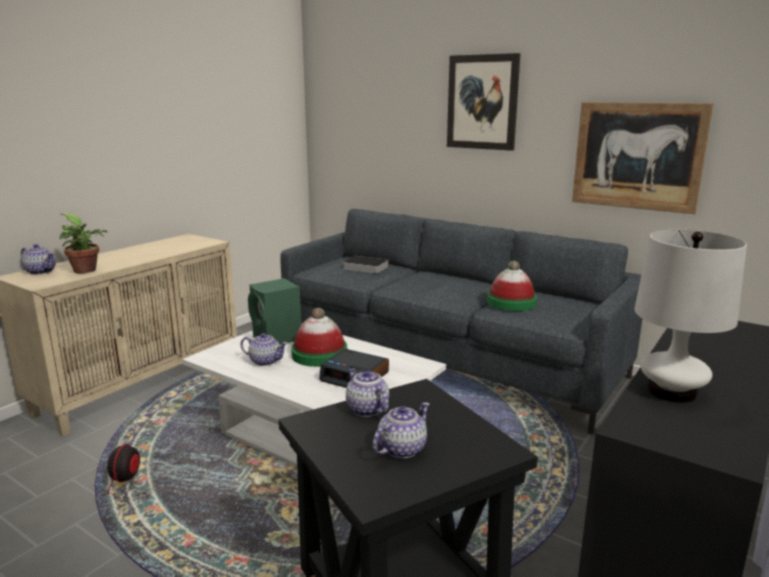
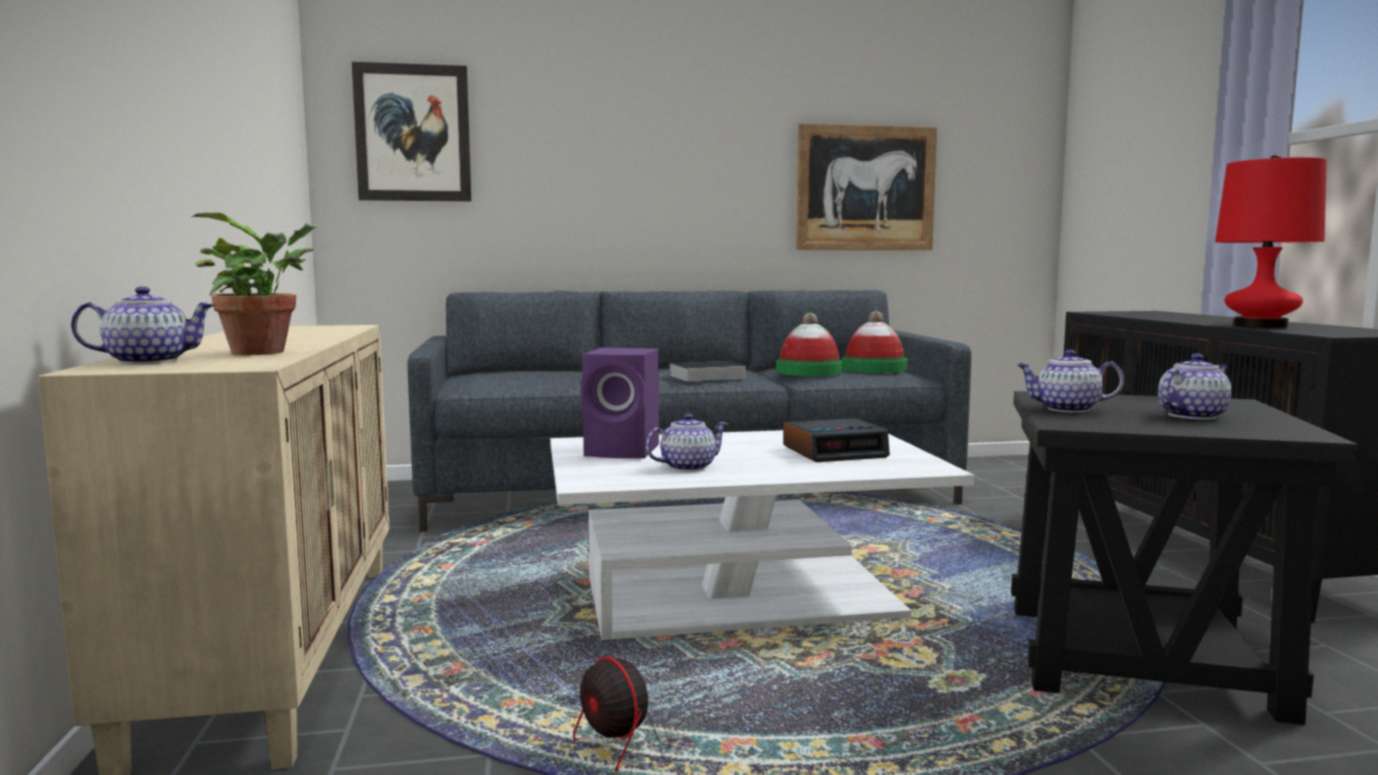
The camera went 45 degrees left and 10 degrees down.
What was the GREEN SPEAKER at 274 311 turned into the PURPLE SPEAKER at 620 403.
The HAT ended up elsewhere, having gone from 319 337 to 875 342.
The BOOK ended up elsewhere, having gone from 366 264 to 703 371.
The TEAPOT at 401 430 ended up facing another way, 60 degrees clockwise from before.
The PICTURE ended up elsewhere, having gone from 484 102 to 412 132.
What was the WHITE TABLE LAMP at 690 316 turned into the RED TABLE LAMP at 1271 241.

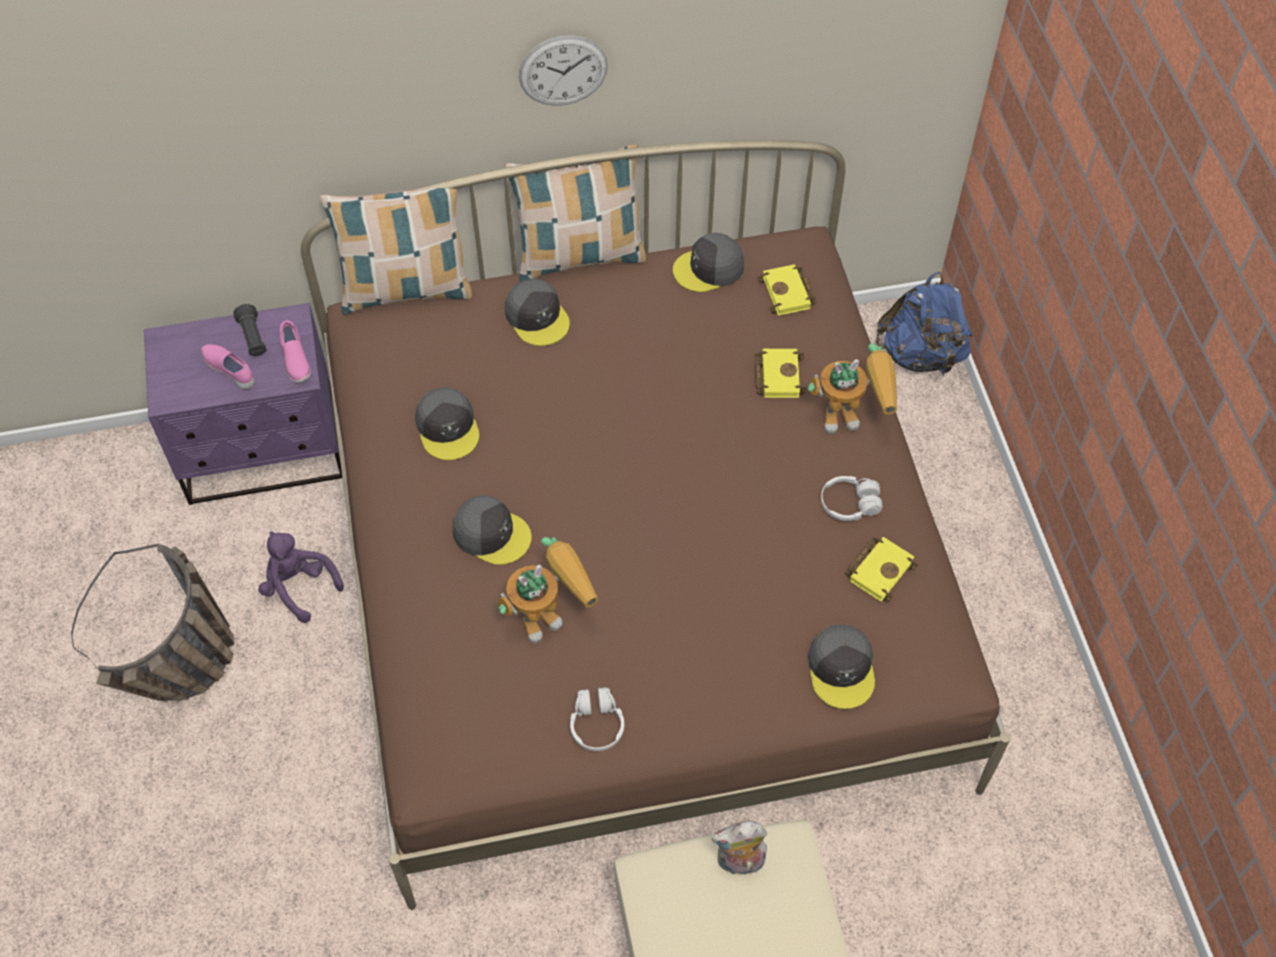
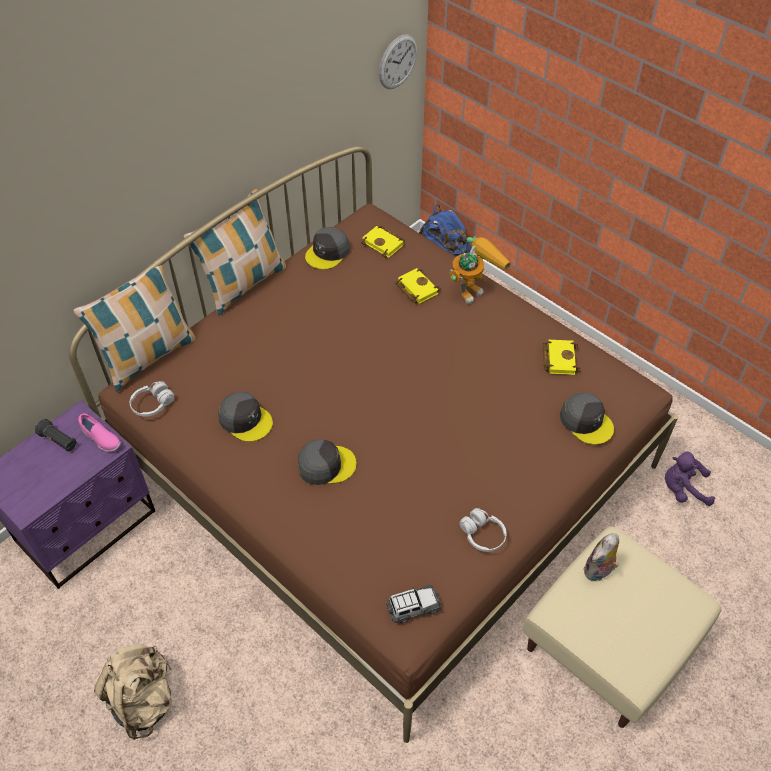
The camera went 35 degrees left and 5 degrees down.
Where the BASKET stood at 152 623, the BEIGE BACKPACK came to stand at 133 692.
The second view lost the PINK SHOE at 228 366.
The PURPLE PLUSH TOY ended up elsewhere, having gone from 301 577 to 690 479.
The second view lost the TOY ROBOT at 549 590.
The second view lost the GREY CAP at 537 312.
The WALL CLOCK ended up elsewhere, having gone from 563 70 to 398 61.
The WHITE HEADPHONES ended up elsewhere, having gone from 852 498 to 152 399.
The second view gained the TOY CAR at 413 604.

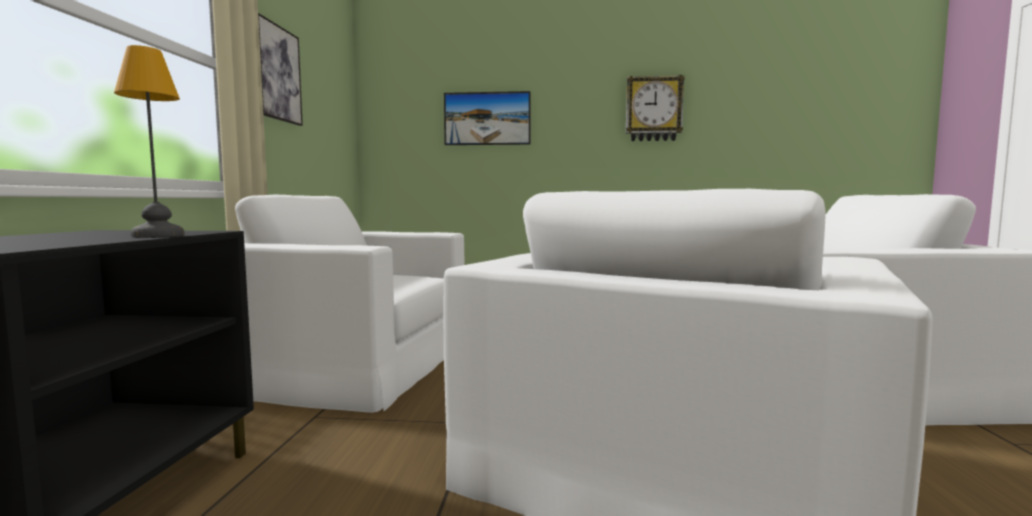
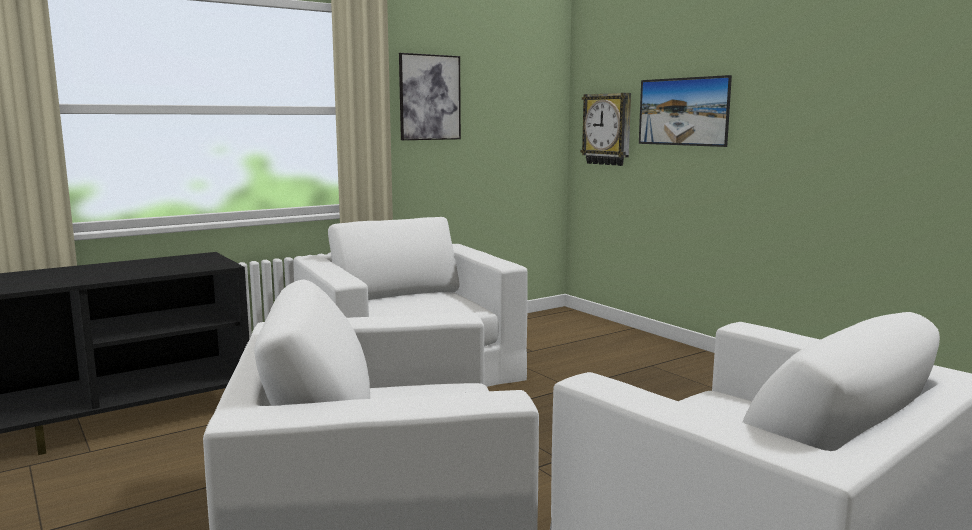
The camera went 50 degrees right and 5 degrees up.
The second view lost the TABLE LAMP at 149 141.
The WALL CLOCK ended up elsewhere, having gone from 655 108 to 605 129.

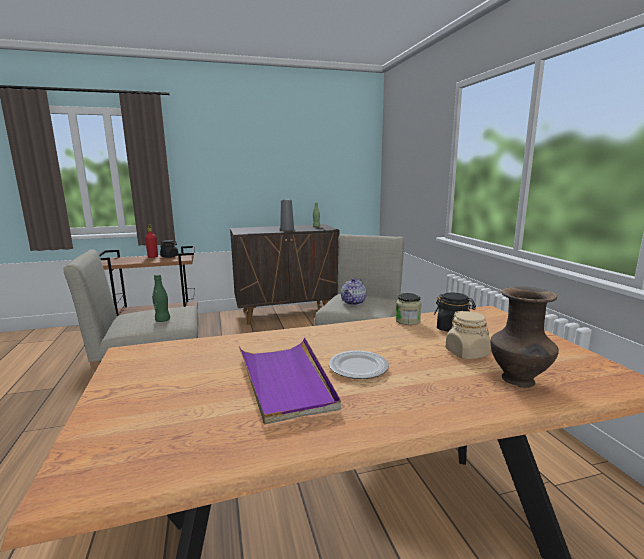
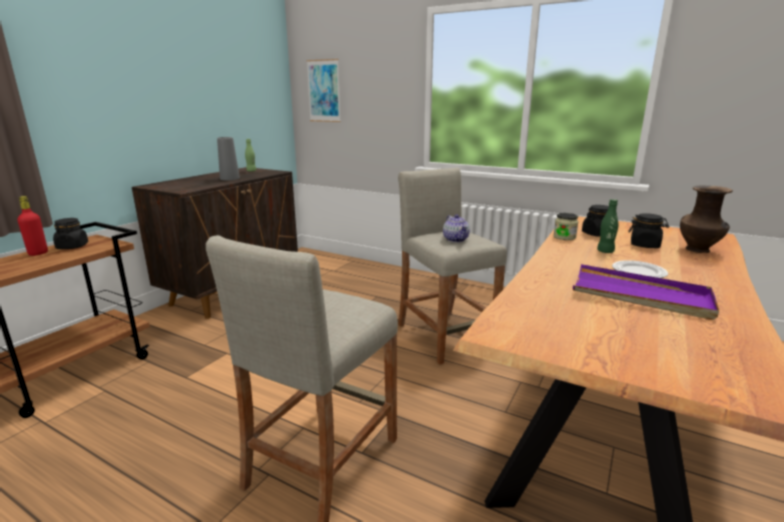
The camera went 45 degrees left and 5 degrees up.
The GREEN BOTTLE ended up elsewhere, having gone from 161 298 to 607 226.
What was the BEIGE JAR at 468 335 turned into the BLACK JAR at 648 230.
The second view gained the PICTURE at 323 90.

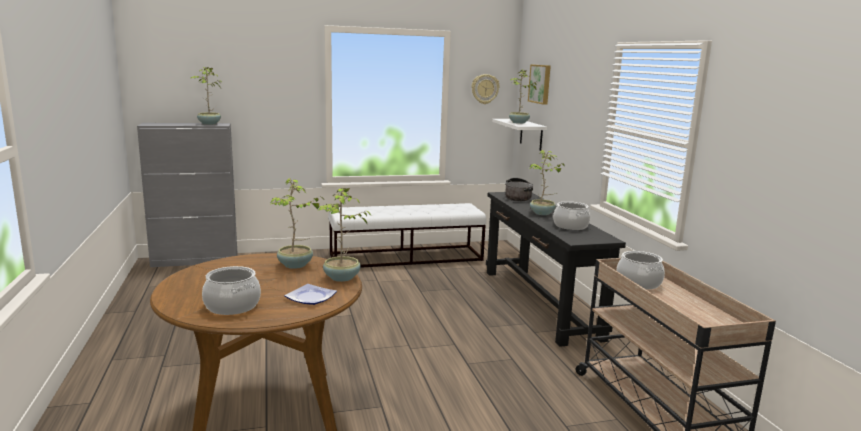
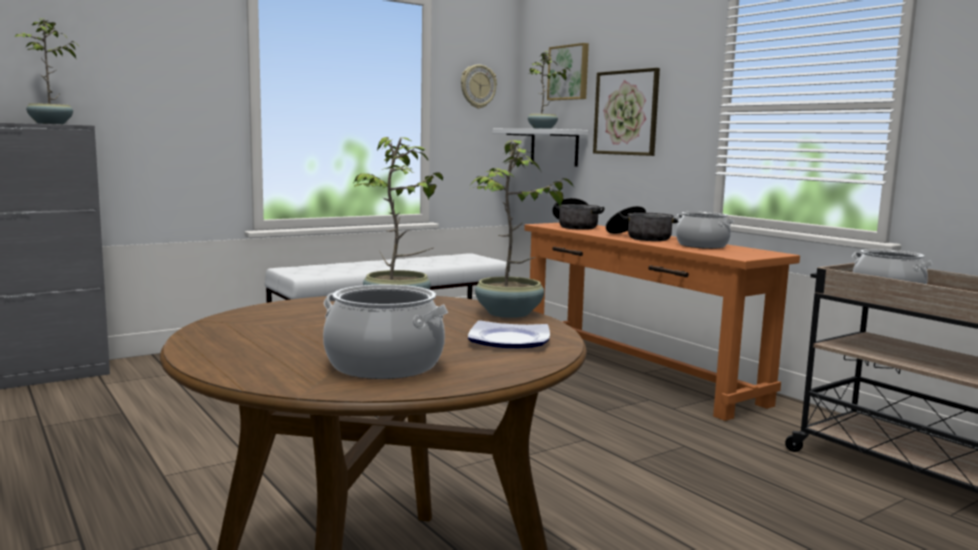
The camera went 20 degrees left and 5 degrees down.
What was the BLACK CONSOLE TABLE at 556 269 turned into the ORANGE CONSOLE TABLE at 662 322.
Where the POTTED PLANT stood at 547 182, the COOKING POT came to stand at 644 223.
The second view gained the PICTURE at 626 112.

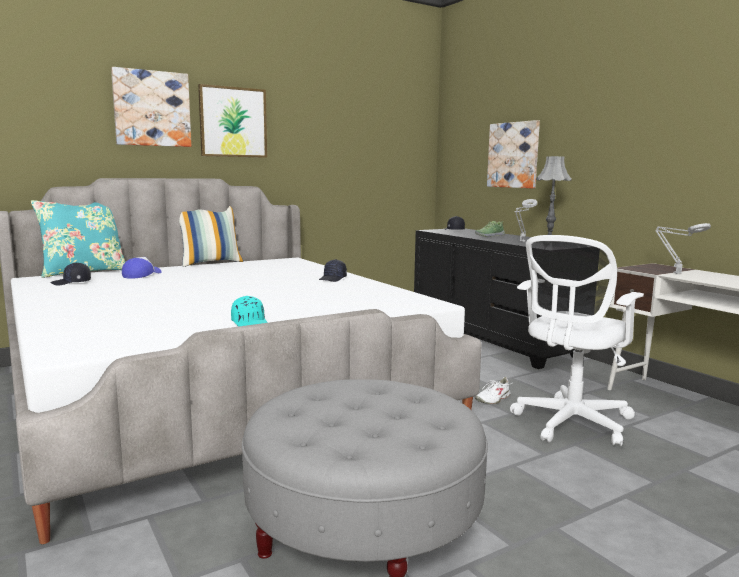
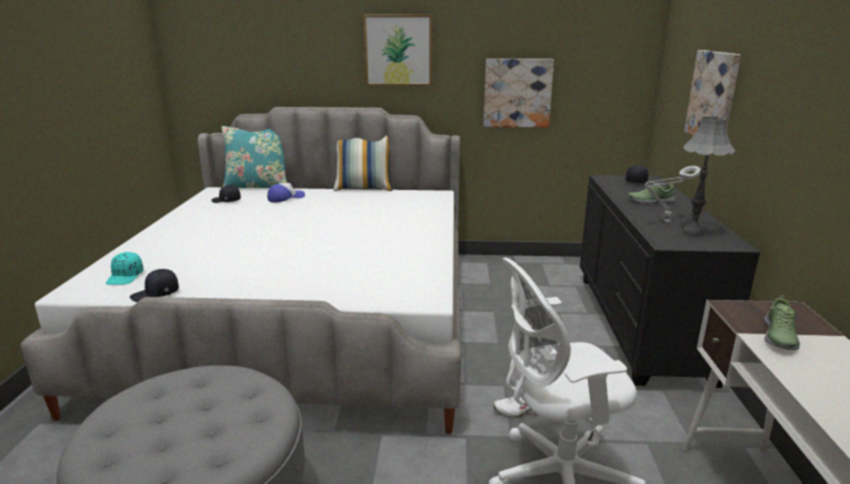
The camera went 35 degrees right and 10 degrees up.
The PICTURE ended up elsewhere, having gone from 151 107 to 518 93.
The TURQUOISE CAP ended up elsewhere, having gone from 249 311 to 124 268.
The BLACK CAP ended up elsewhere, having gone from 333 270 to 154 285.
Where the GREY TABLE LAMP stood at 683 248, the SHOE came to stand at 782 322.

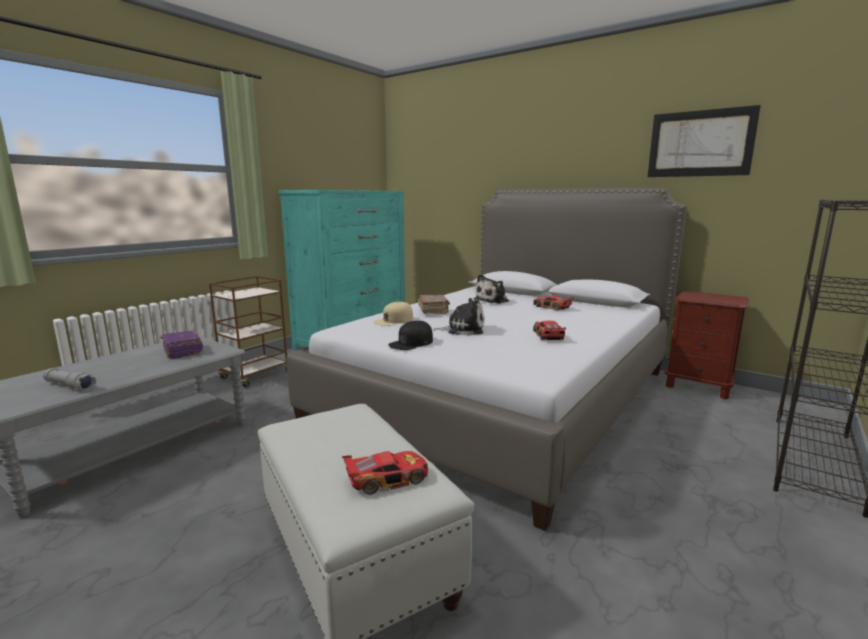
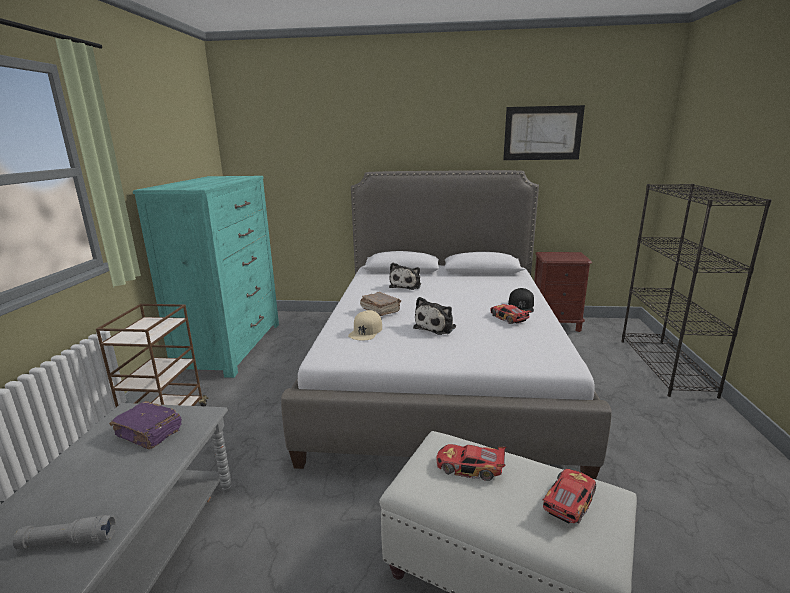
The camera went 30 degrees left and 5 degrees up.
The BLACK CAP ended up elsewhere, having gone from 410 335 to 521 300.
The PLUSH TOY at 459 317 ended up facing another way, 150 degrees clockwise from before.
The TOY CAR ended up elsewhere, having gone from 553 303 to 471 462.

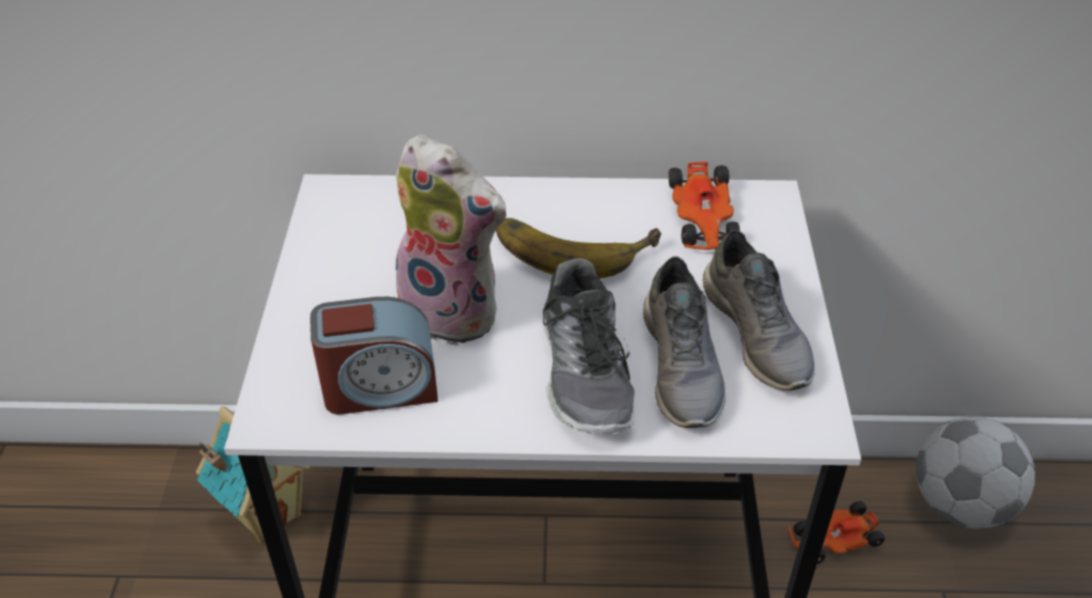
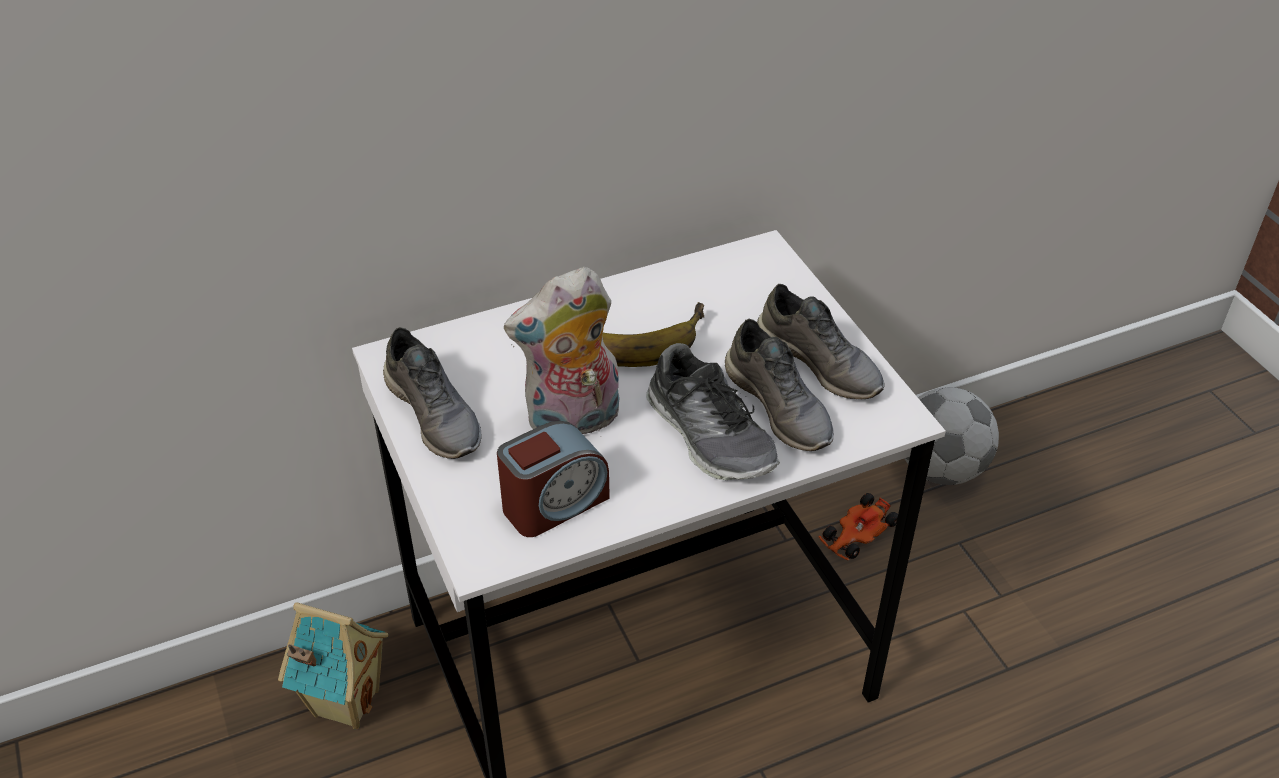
The camera went 25 degrees left and 0 degrees up.
The PLUSH TOY at 451 240 ended up facing another way, 150 degrees clockwise from before.
The second view lost the TOY CAR at 704 206.
The second view gained the GREY SHOE at 432 393.

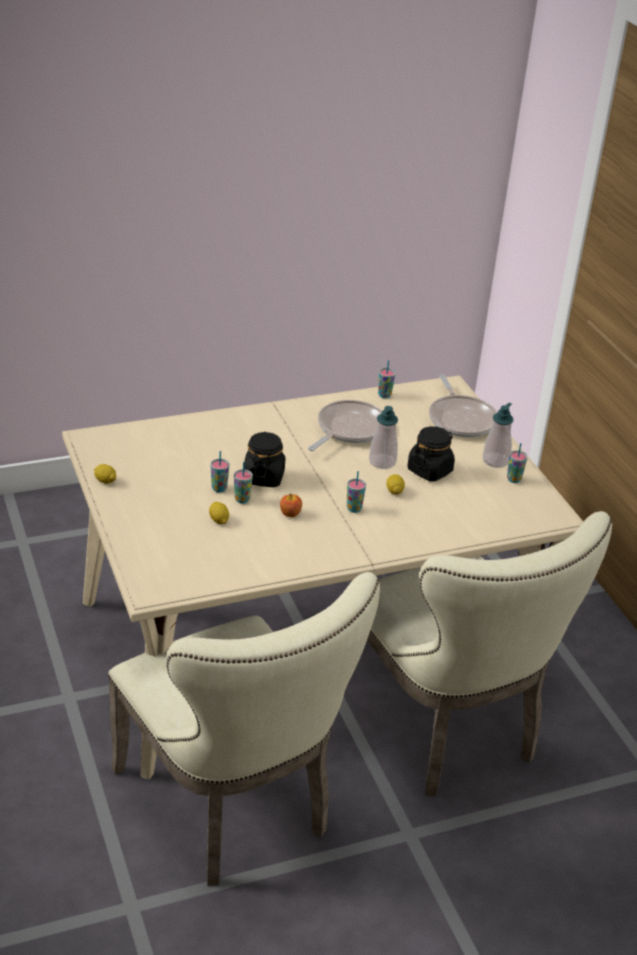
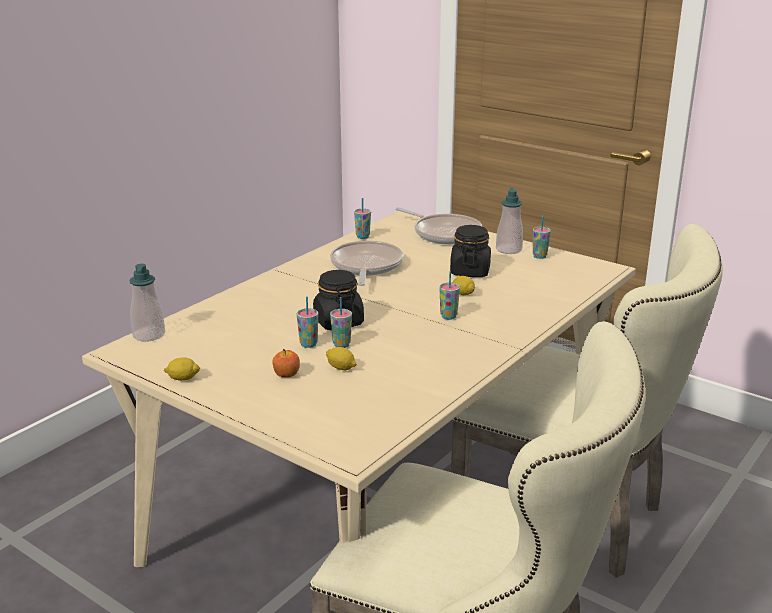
The camera went 30 degrees left and 10 degrees down.
The APPLE ended up elsewhere, having gone from 291 505 to 286 363.
The SOAP DISPENSER ended up elsewhere, having gone from 383 437 to 147 303.

